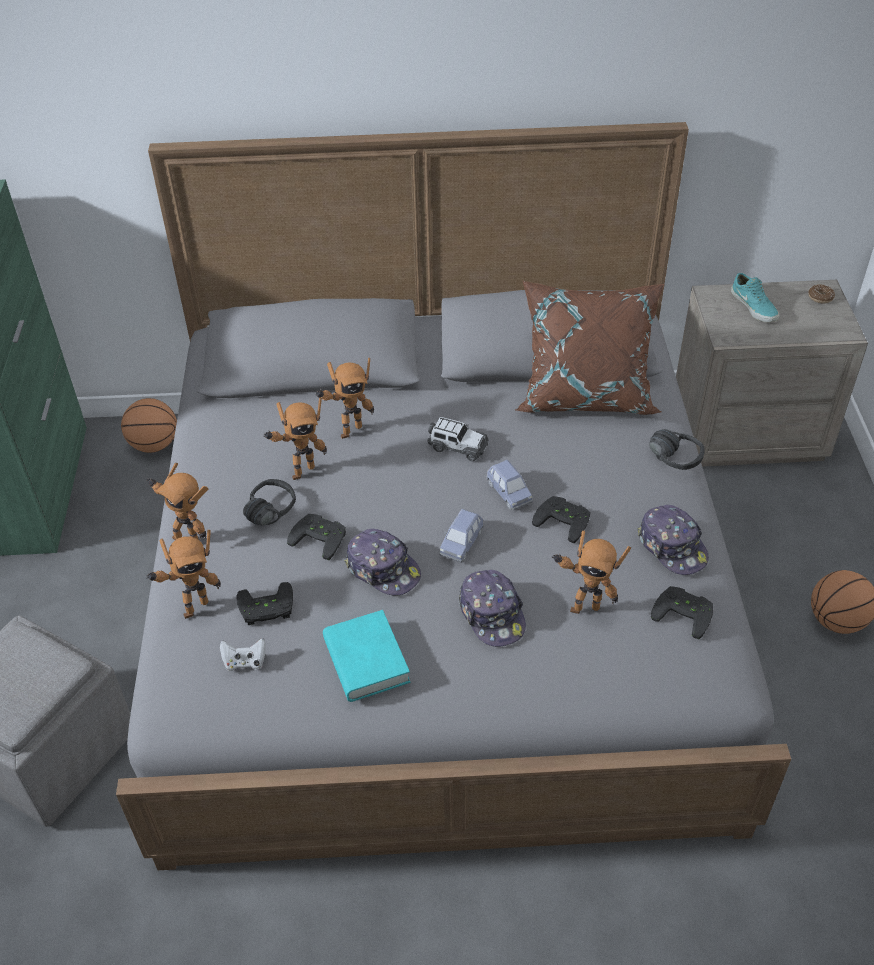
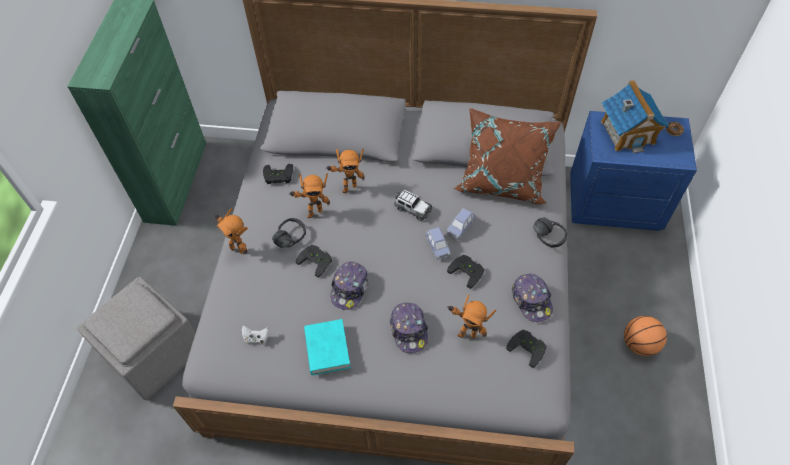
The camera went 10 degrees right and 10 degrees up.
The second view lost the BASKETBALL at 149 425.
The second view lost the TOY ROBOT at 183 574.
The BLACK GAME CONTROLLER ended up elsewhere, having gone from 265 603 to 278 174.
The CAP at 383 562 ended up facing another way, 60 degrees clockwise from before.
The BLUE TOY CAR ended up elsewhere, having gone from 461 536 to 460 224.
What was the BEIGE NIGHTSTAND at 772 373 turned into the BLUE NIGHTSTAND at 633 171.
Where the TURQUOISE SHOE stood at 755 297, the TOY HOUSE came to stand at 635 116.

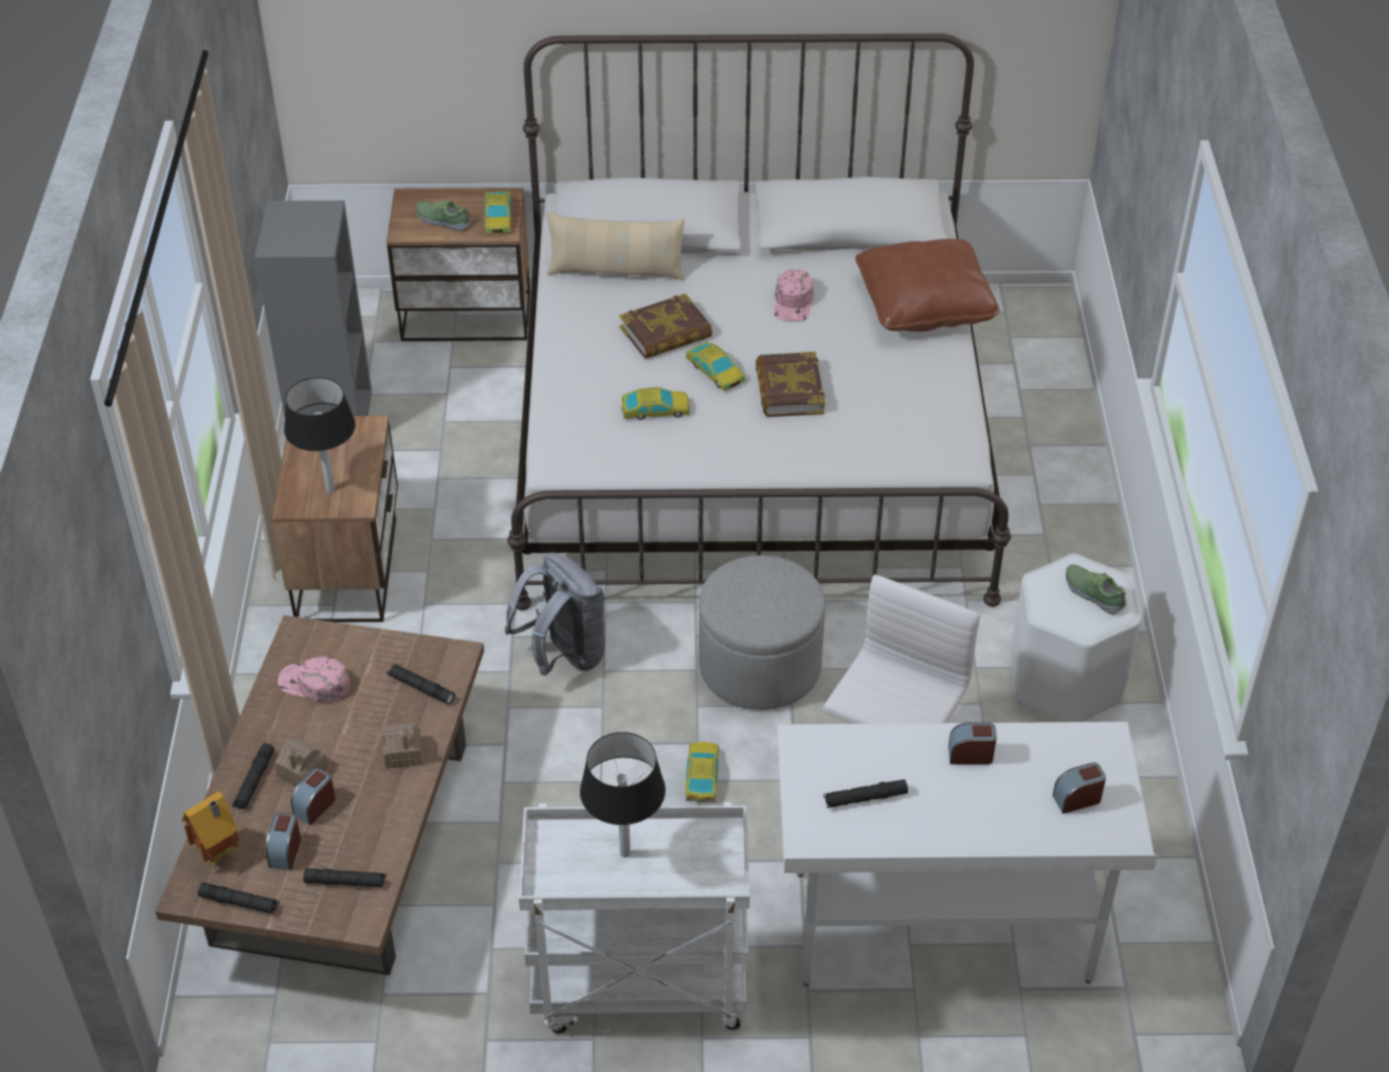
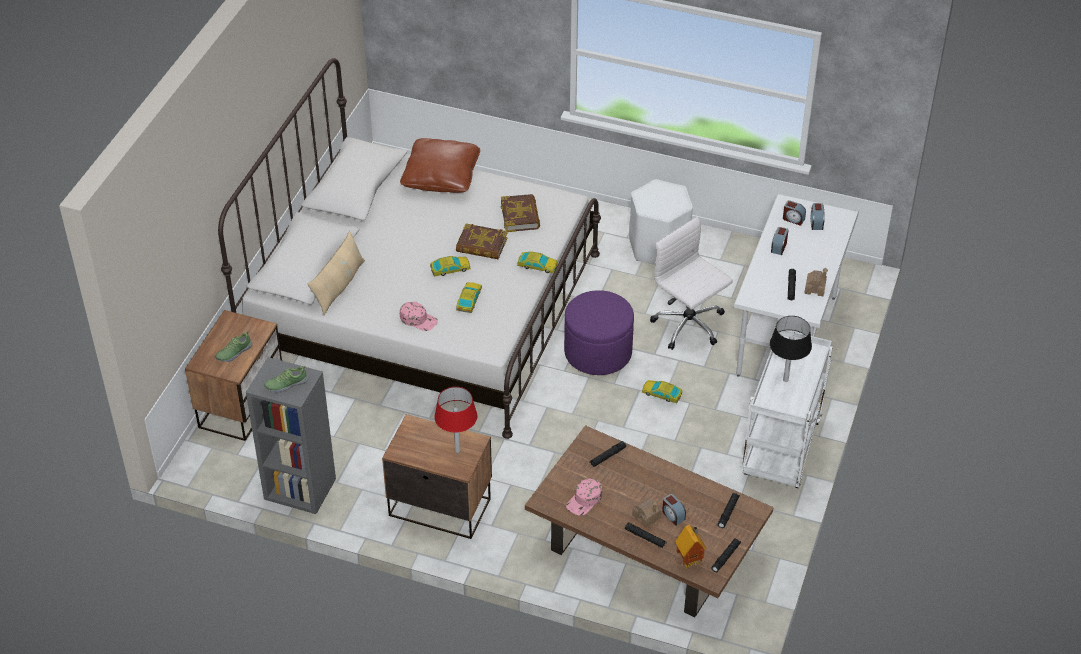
The camera went 70 degrees left and 0 degrees up.
The ALARM CLOCK ended up elsewhere, having gone from 283 841 to 794 213.
What was the BLACK TABLE LAMP at 320 435 turned into the RED TABLE LAMP at 455 420.
The TOY HOUSE ended up elsewhere, having gone from 402 746 to 816 282.
The TOY CAR ended up elsewhere, having gone from 498 212 to 537 262.
The second view lost the GREY BACKPACK at 555 614.
The BOOK ended up elsewhere, having gone from 665 326 to 520 213.
What was the GREY OTTOMAN at 762 632 turned into the PURPLE OTTOMAN at 599 332.
The PINK CAP ended up elsewhere, having gone from 794 295 to 419 316.
The SHOE ended up elsewhere, having gone from 1096 589 to 286 379.

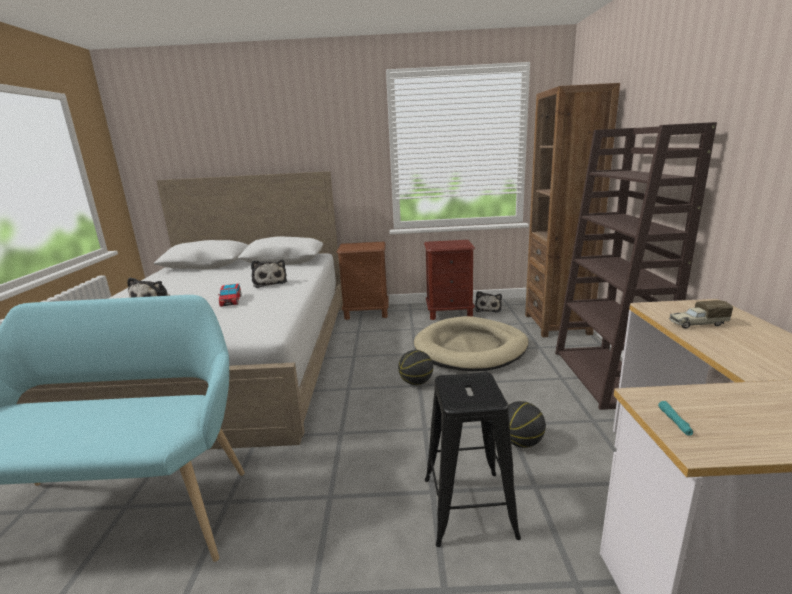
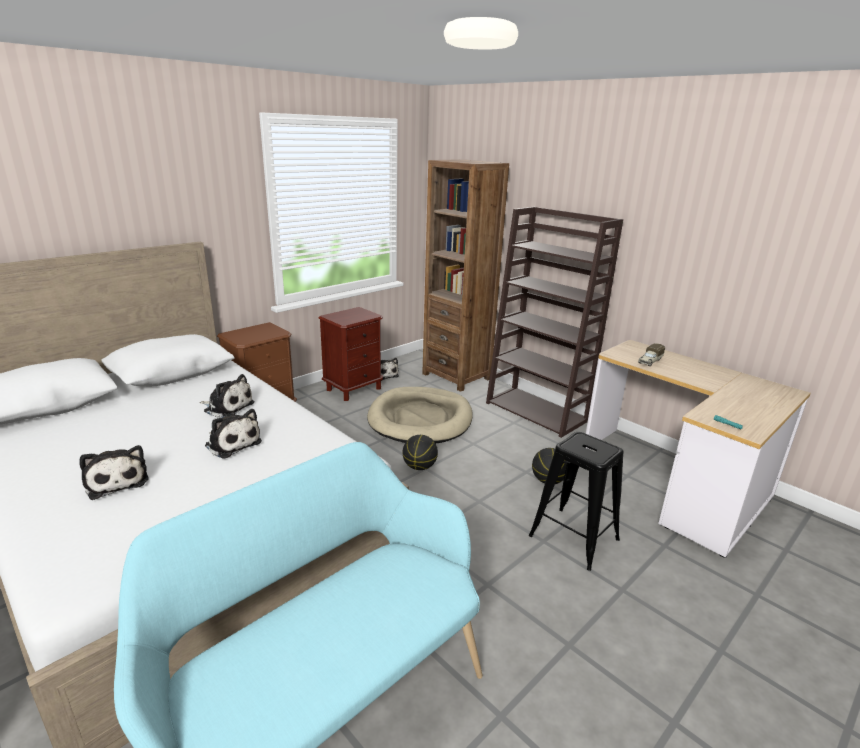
The camera went 45 degrees left and 5 degrees up.
Where the TOY CAR stood at 229 295, the PLUSH TOY came to stand at 233 434.

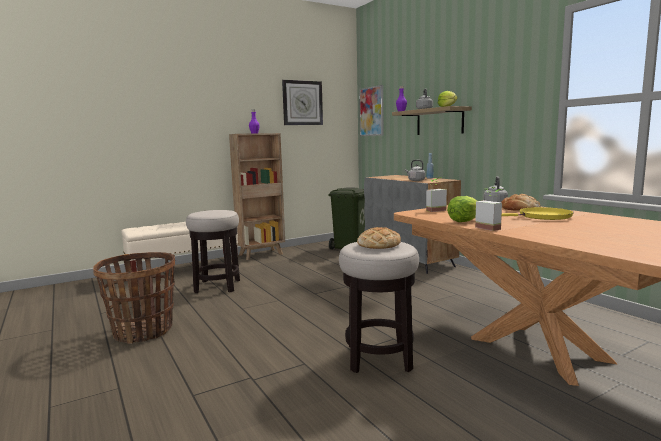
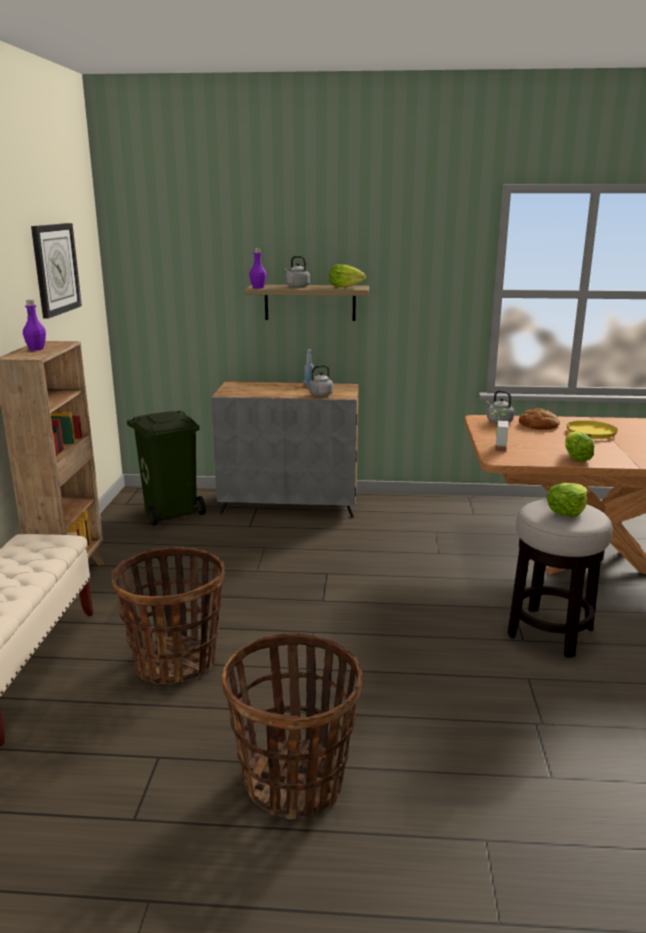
The camera went 55 degrees left and 10 degrees up.
Where the STOOL stood at 213 251, the BASKET came to stand at 168 615.
Where the BREAD stood at 379 238, the LETTUCE came to stand at 567 500.
The second view lost the PICTURE at 371 110.
The second view lost the POTTED PLANT at 489 209.

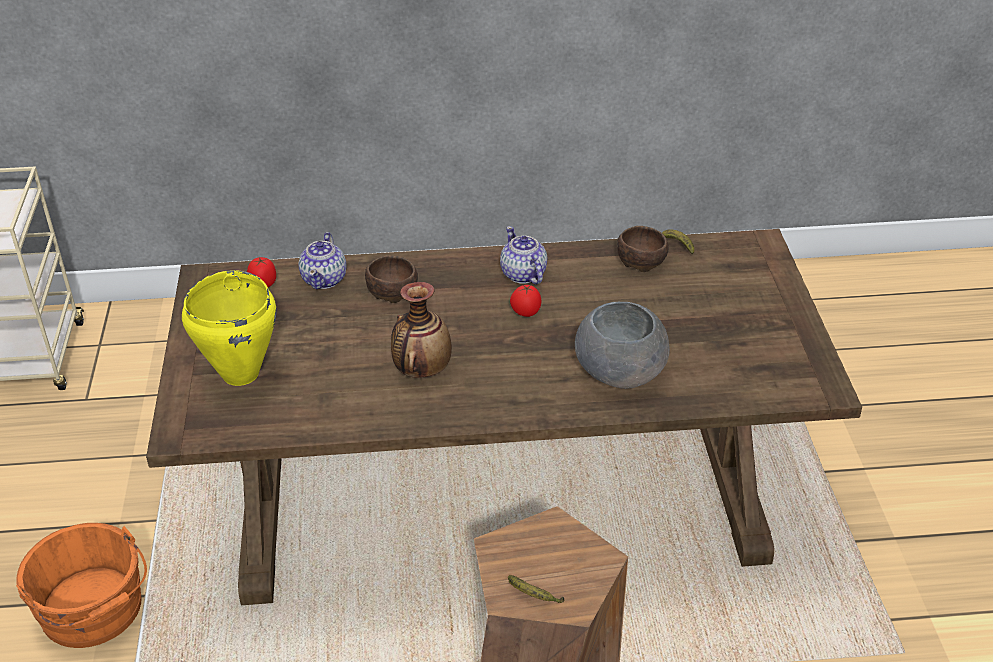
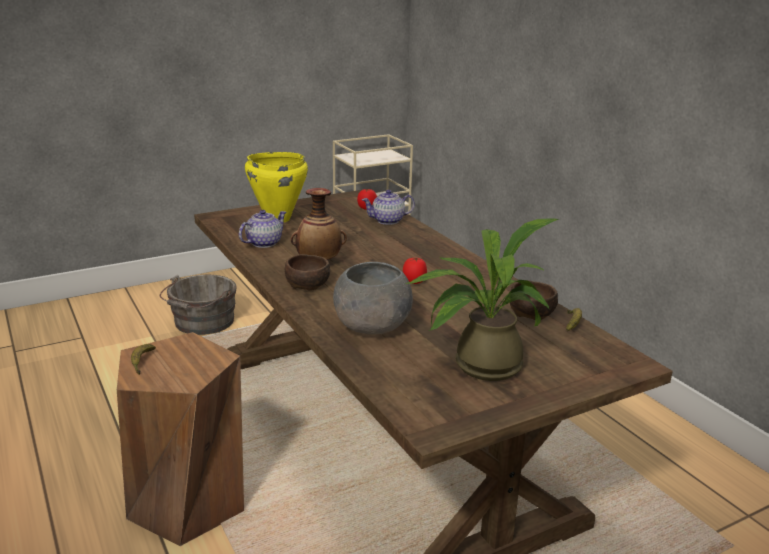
The camera went 65 degrees right and 15 degrees down.
What was the ORANGE BUCKET at 81 585 turned into the GREY BUCKET at 198 305.
The BROWN BOWL ended up elsewhere, having gone from 391 279 to 307 272.
The TEAPOT ended up elsewhere, having gone from 523 255 to 262 229.
The second view gained the POTTED PLANT at 482 299.

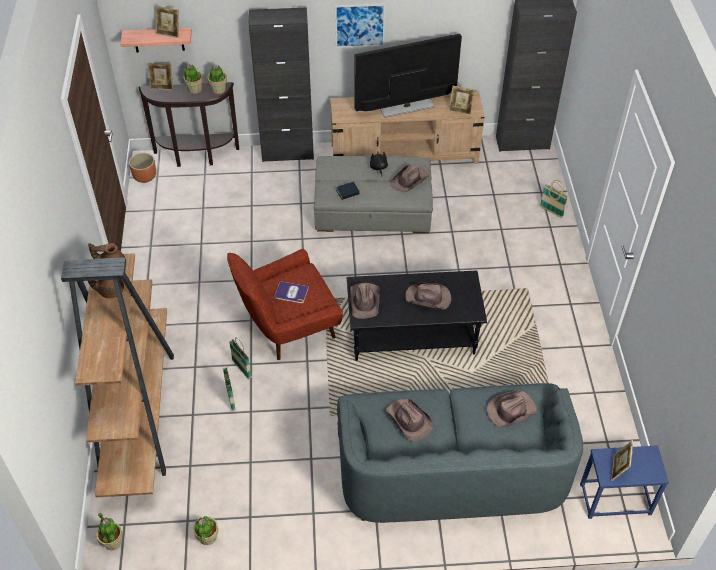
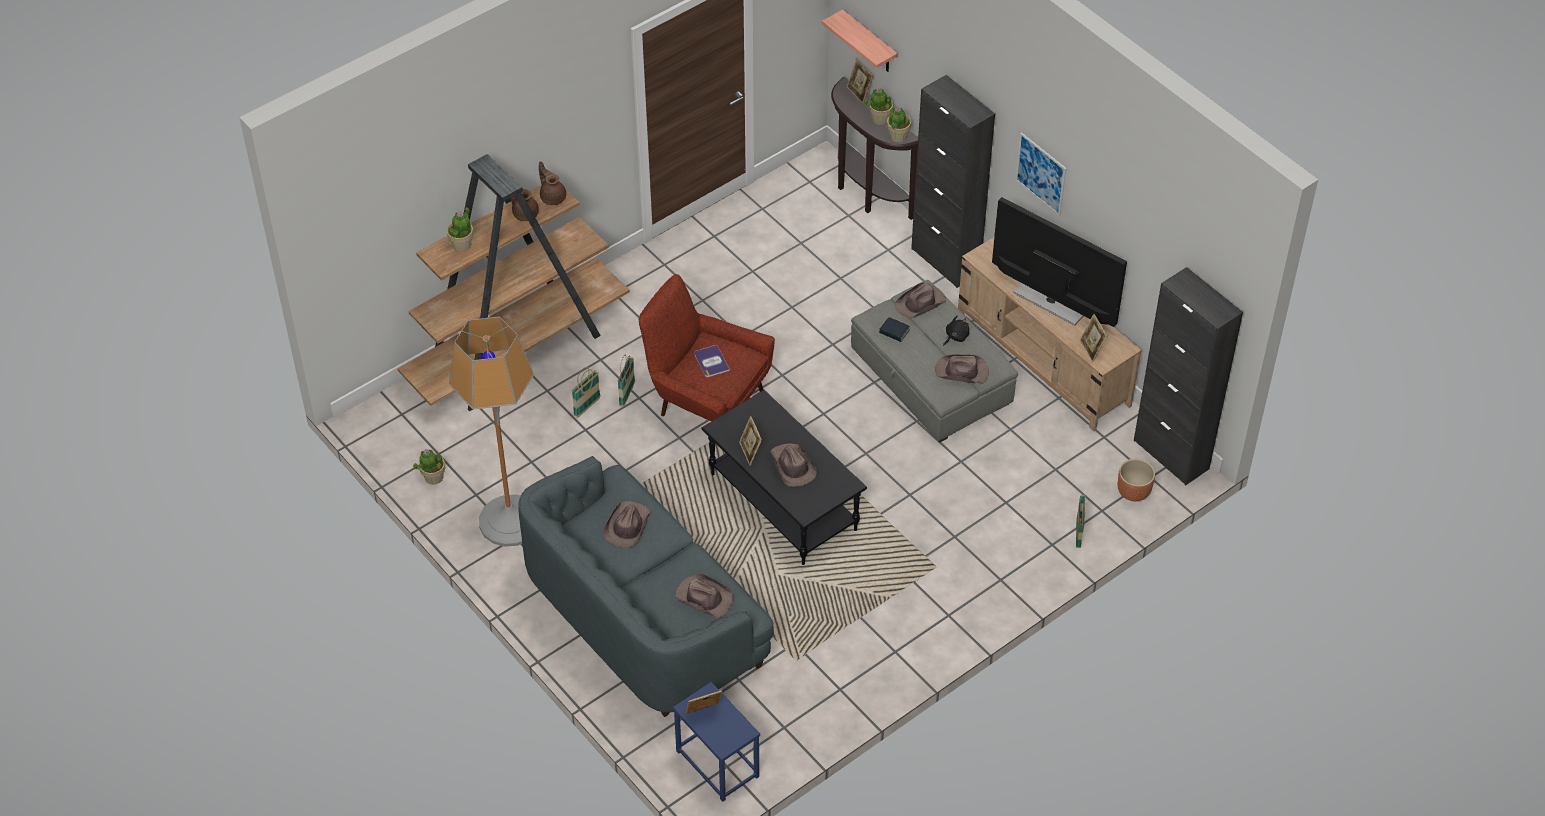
The camera went 55 degrees right and 0 degrees up.
The POTTED PLANT ended up elsewhere, having gone from 109 531 to 460 229.
The BROWN PLANTER ended up elsewhere, having gone from 142 168 to 1136 480.
The PICTURE FRAME ended up elsewhere, having gone from 167 21 to 750 441.
The BROWN HAT ended up elsewhere, having gone from 365 301 to 920 300.
The second view gained the FLOOR LAMP at 491 432.

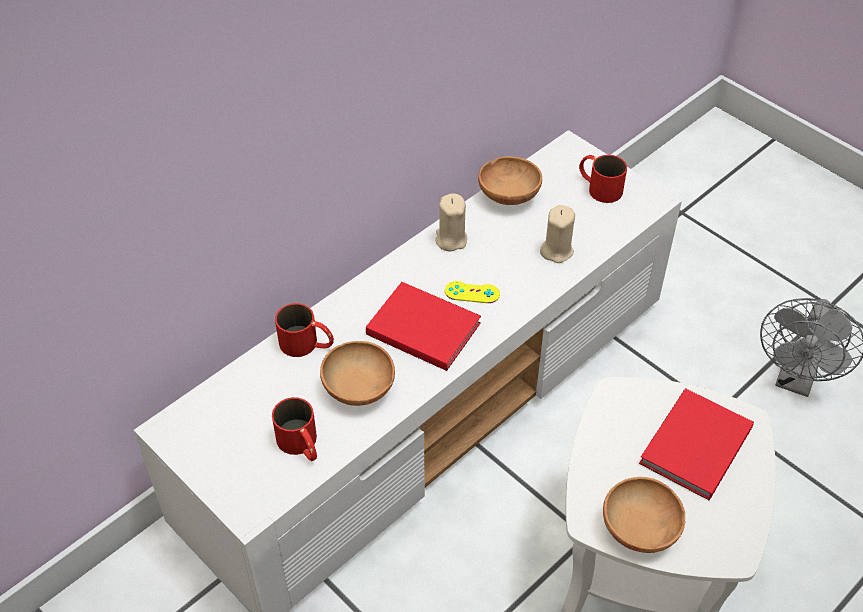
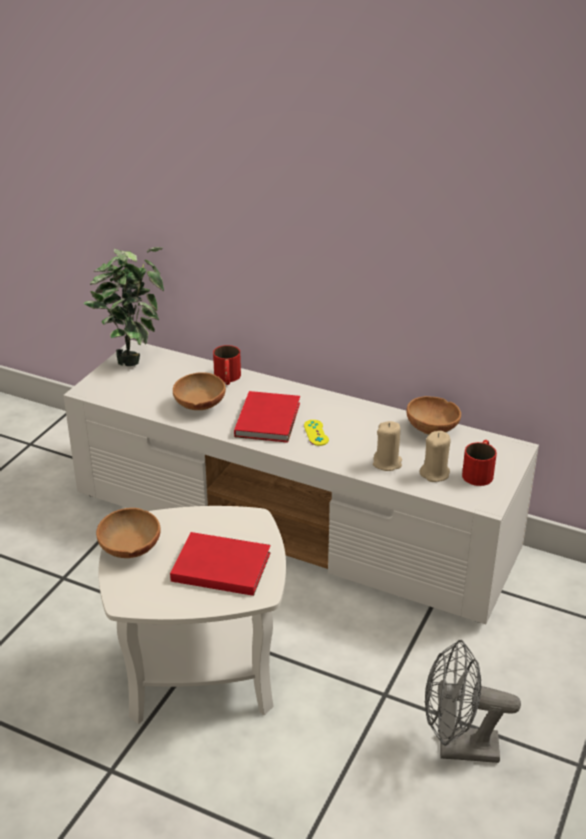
The camera went 70 degrees right and 15 degrees down.
The second view lost the RED MUG at 294 429.
The BEIGE CANDLE ended up elsewhere, having gone from 451 223 to 434 456.
The second view gained the POTTED PLANT at 124 306.

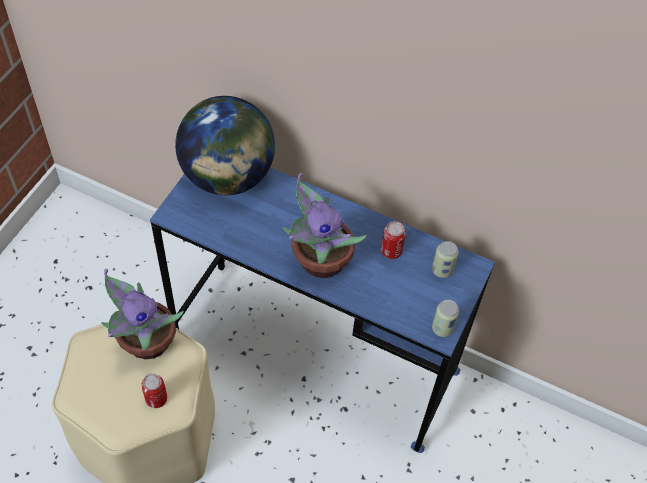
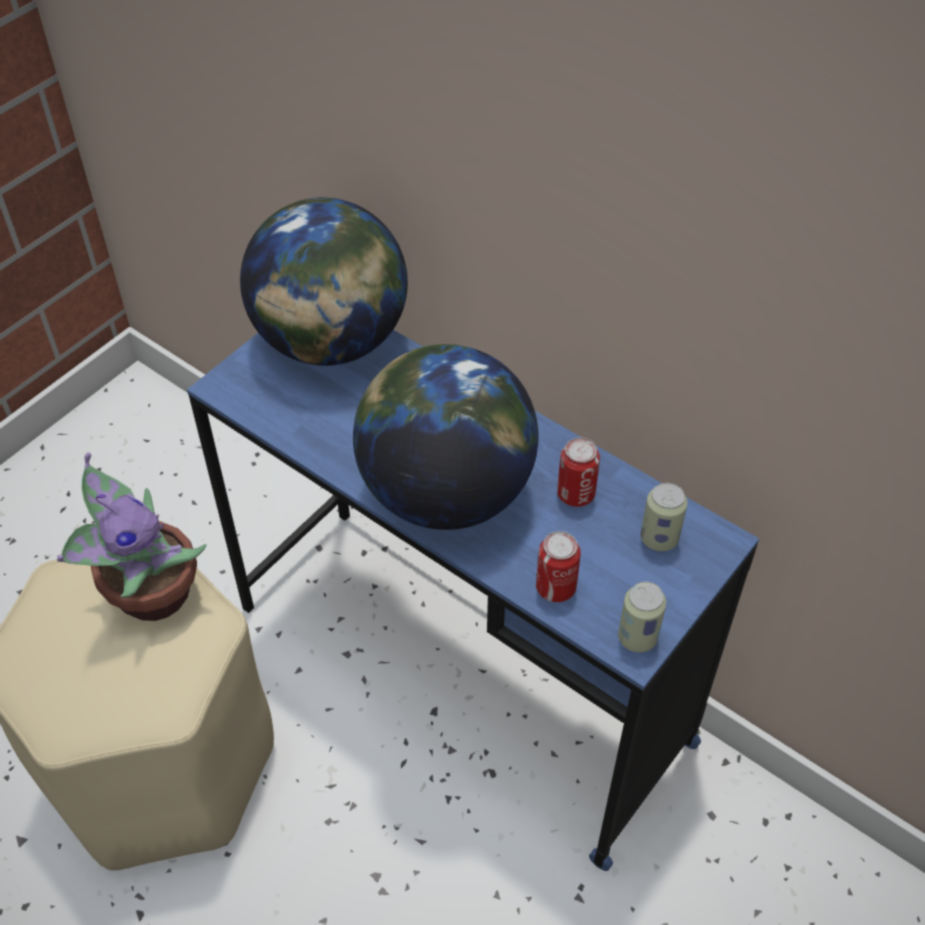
The camera went 15 degrees right and 5 degrees down.
The CAN ended up elsewhere, having gone from 154 390 to 558 566.
Where the POTTED PLANT stood at 325 225, the GLOBE came to stand at 445 437.

